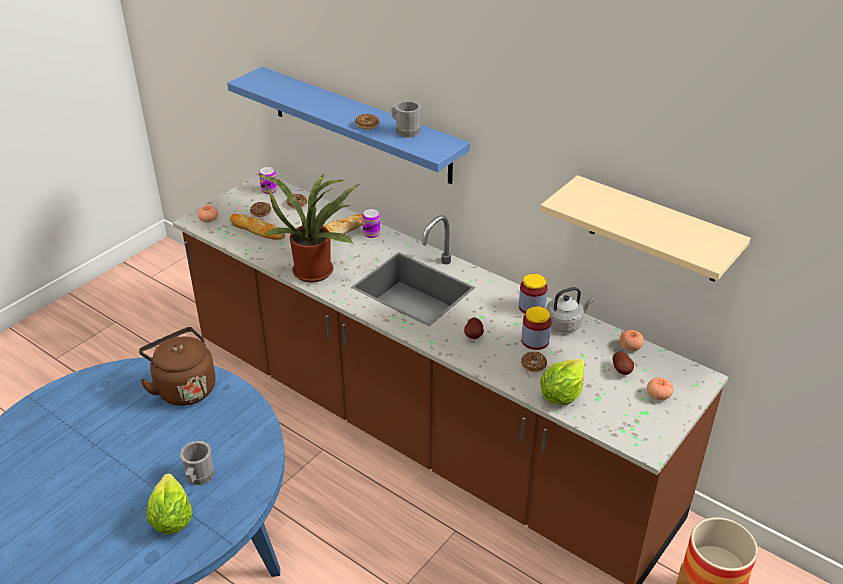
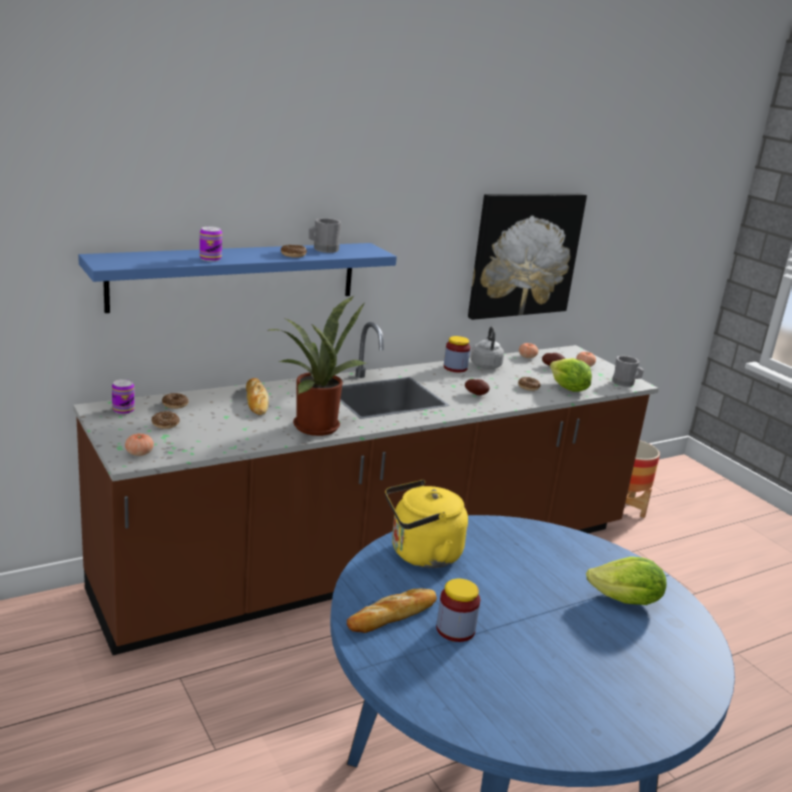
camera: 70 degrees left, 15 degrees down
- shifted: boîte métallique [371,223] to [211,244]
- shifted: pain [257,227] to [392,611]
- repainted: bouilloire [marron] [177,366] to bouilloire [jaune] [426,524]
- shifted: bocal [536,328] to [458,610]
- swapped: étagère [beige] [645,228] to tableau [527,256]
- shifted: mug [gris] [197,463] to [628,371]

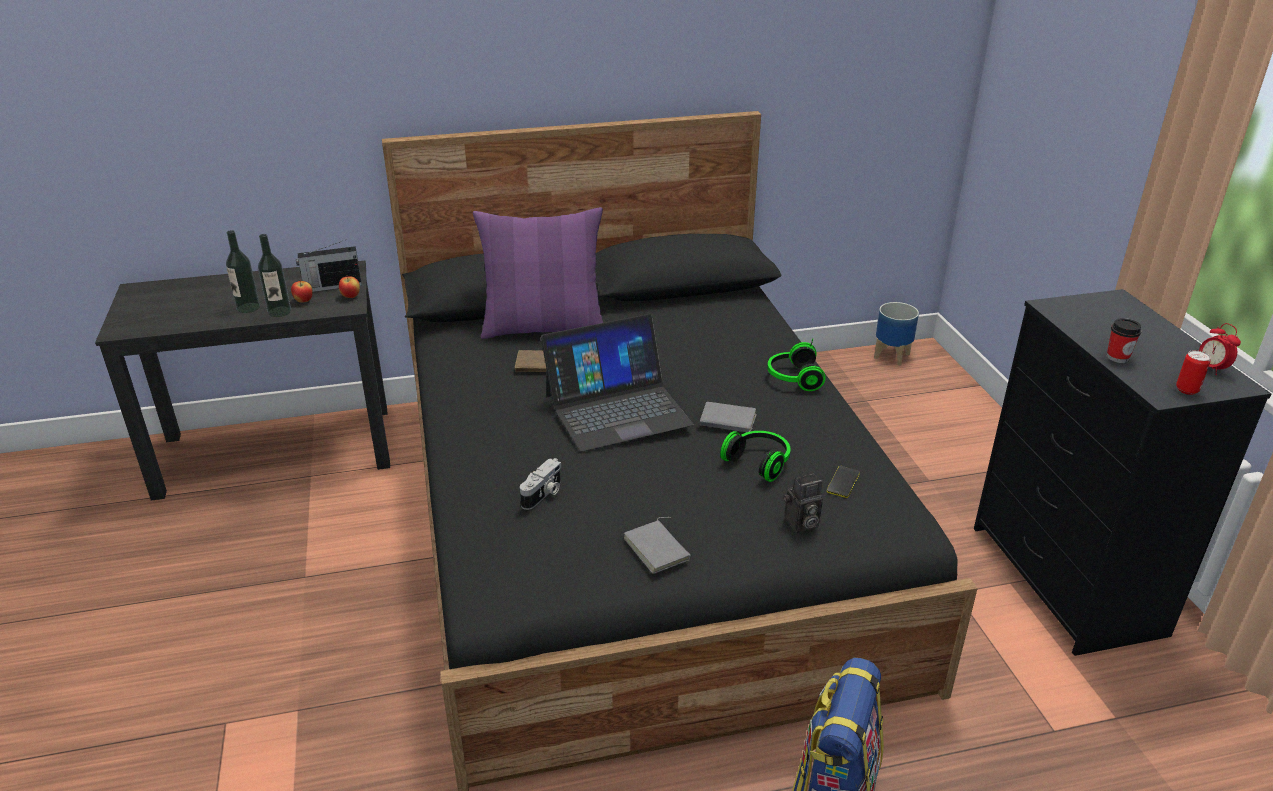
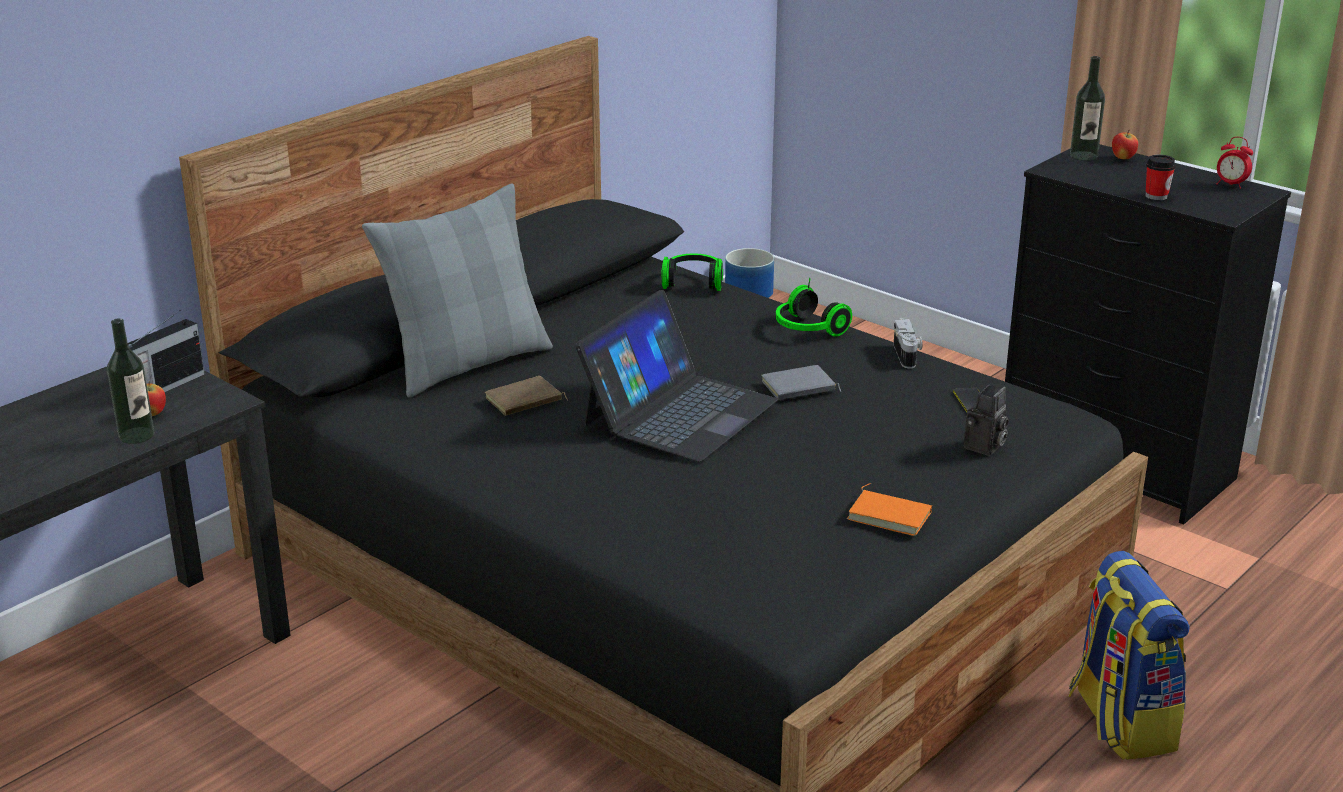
camera: 35 degrees left, 5 degrees down
- repainted: coussin [violet] [538,273] to coussin [gris] [457,290]
- shifted: casque audio [755,456] to [692,272]
- repainted: livre [gris] [657,545] to livre [orange] [889,509]
- shifted: appareil photo [540,484] to [908,343]
- shifted: bouteille [243,271] to [1087,108]
- shifted: pomme [349,287] to [1125,144]
- gone: boîte métallique [1193,372]

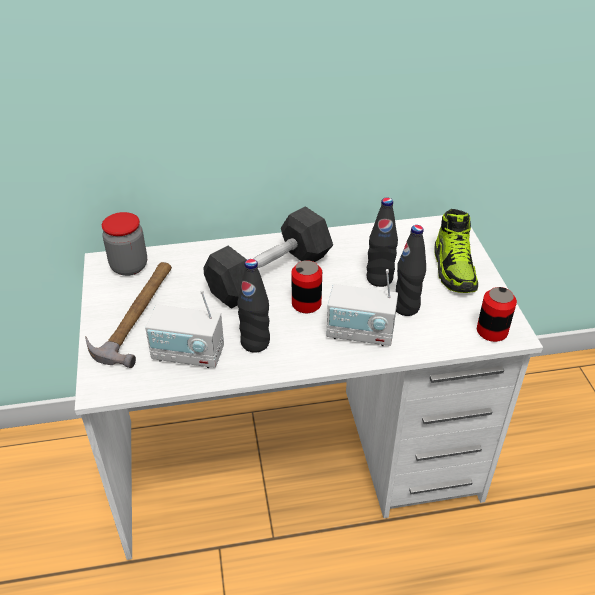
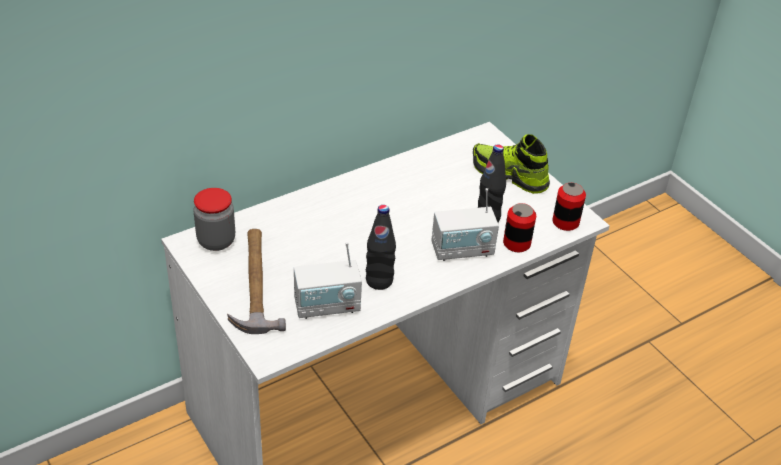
camera: 25 degrees left, 0 degrees up
- rotated: chaussure [456,251] = [511,164] 150 degrees clockwise
- shifted: boîte métallique [307,286] to [519,227]
- gone: haltère [gris] [268,257]
- gone: bouteille [noir] [382,242]

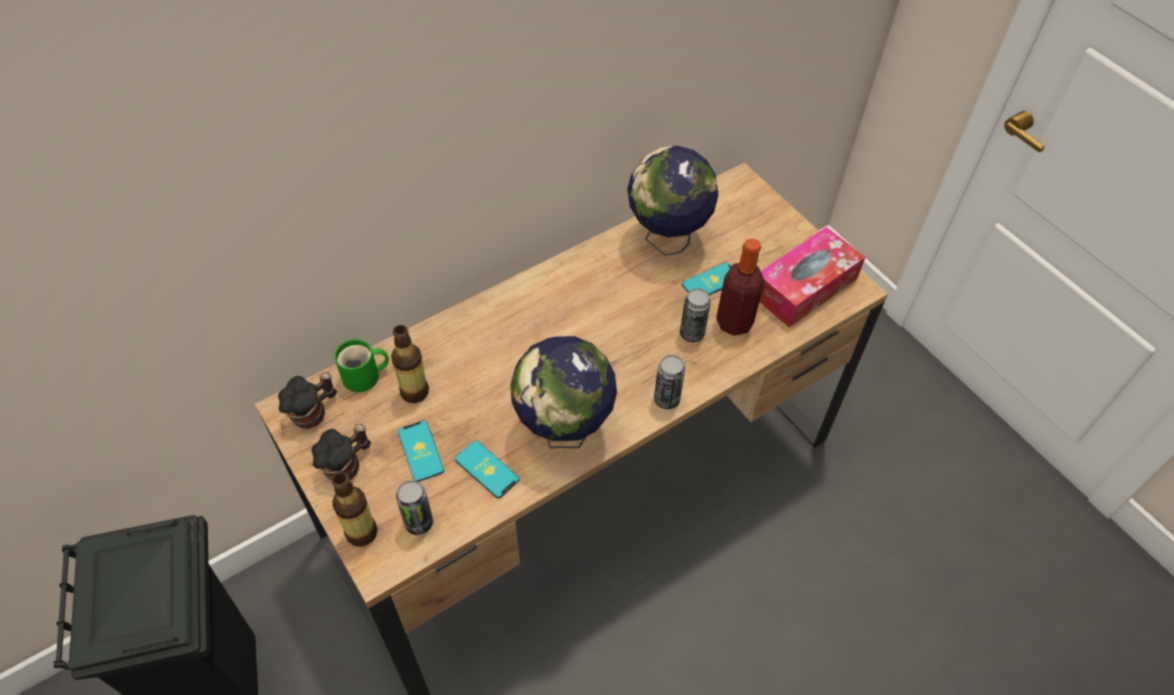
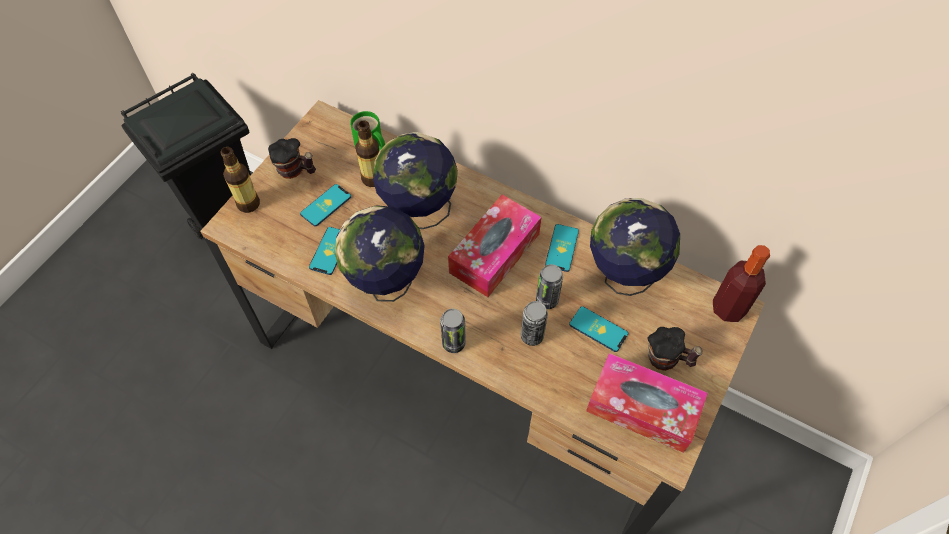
camera: 65 degrees right, 5 degrees up
- new: globe [415,180]
- new: boîte à mouchoirs [495,245]
- shifted: boîte métallique [414,507] to [549,286]
- new: téléphone [562,248]
- shifted: mug [307,401] to [675,349]
- shifted: bouteille [740,287] to [741,283]

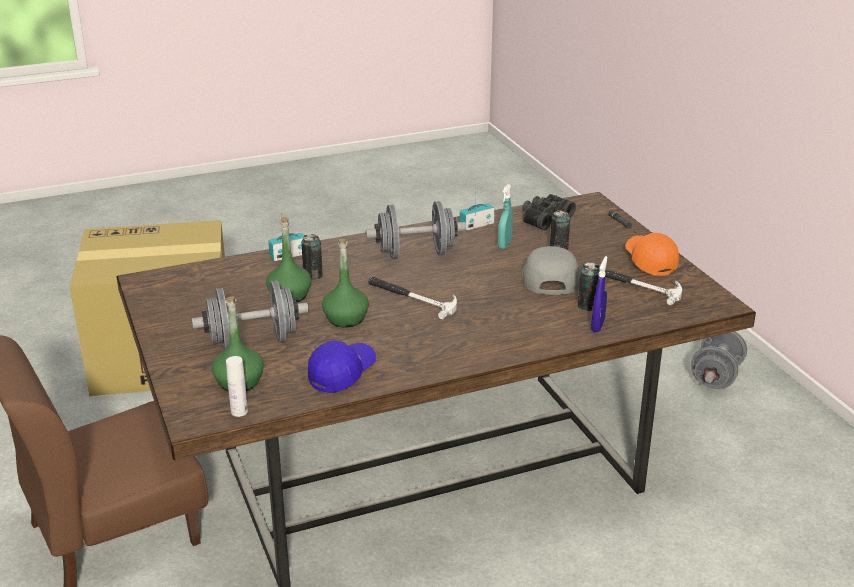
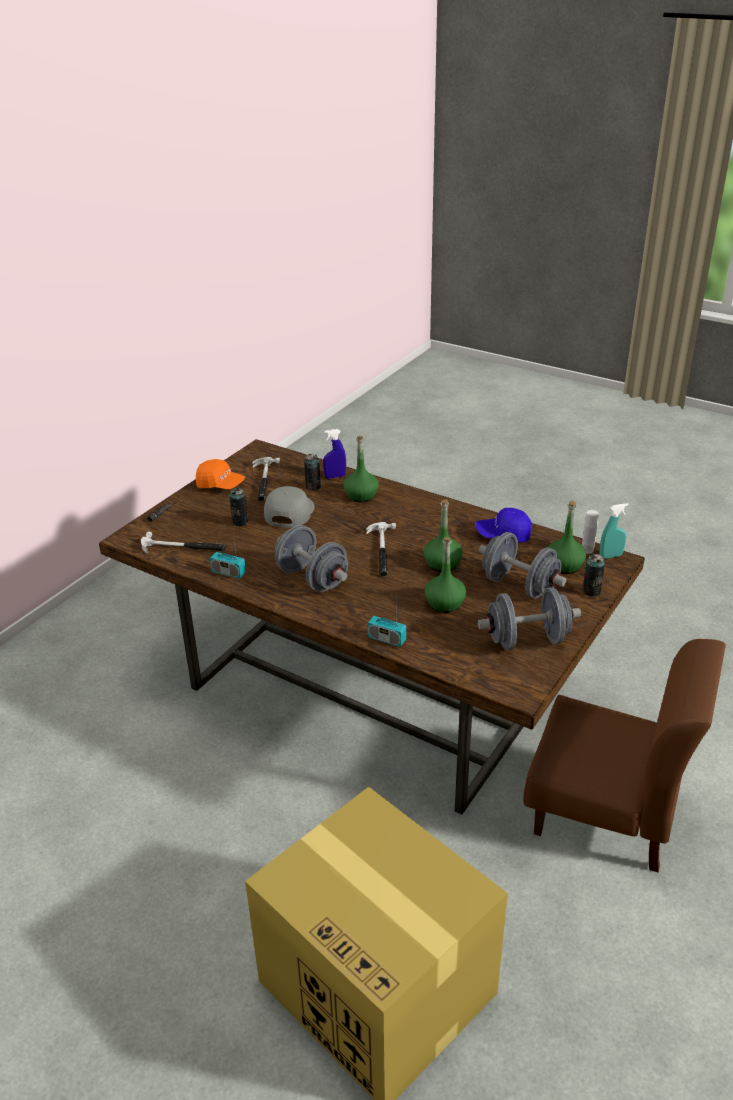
camera: 125 degrees left, 5 degrees up
- swapped: jumelles [noir] [549,212] to marteau [183,542]
- rotated: casquette [orange] [652,254] = [220,474] 105 degrees counterclockwise
- rotated: casquette [gris] [551,270] = [289,507] 135 degrees clockwise
- new: bouteille [vert] [361,469]
- shifted: haltère [gris] [718,360] to [529,619]
- shifted: boîte métallique [312,257] to [593,575]
- shifted: vaporisateur [turquoise] [505,216] to [614,531]

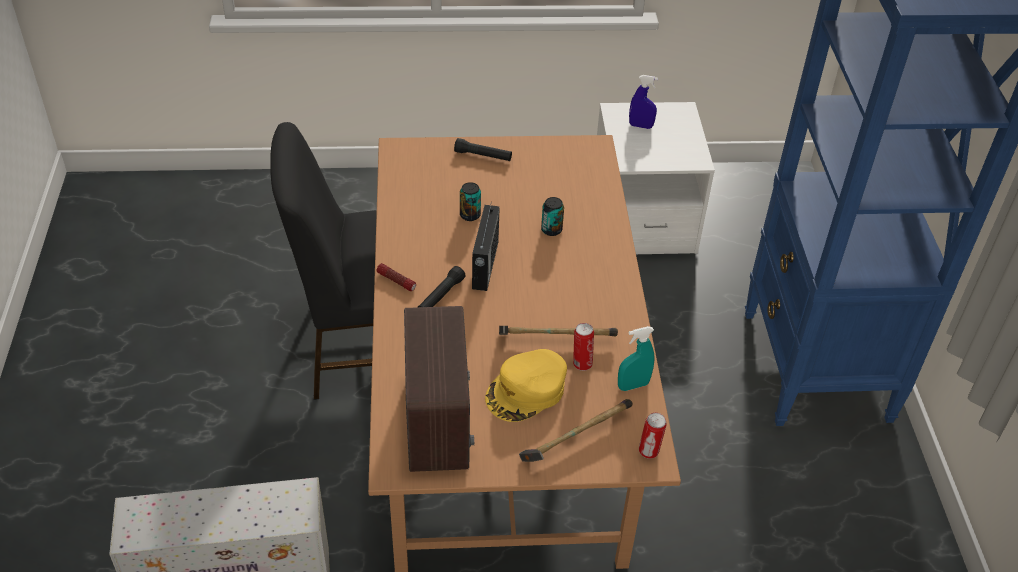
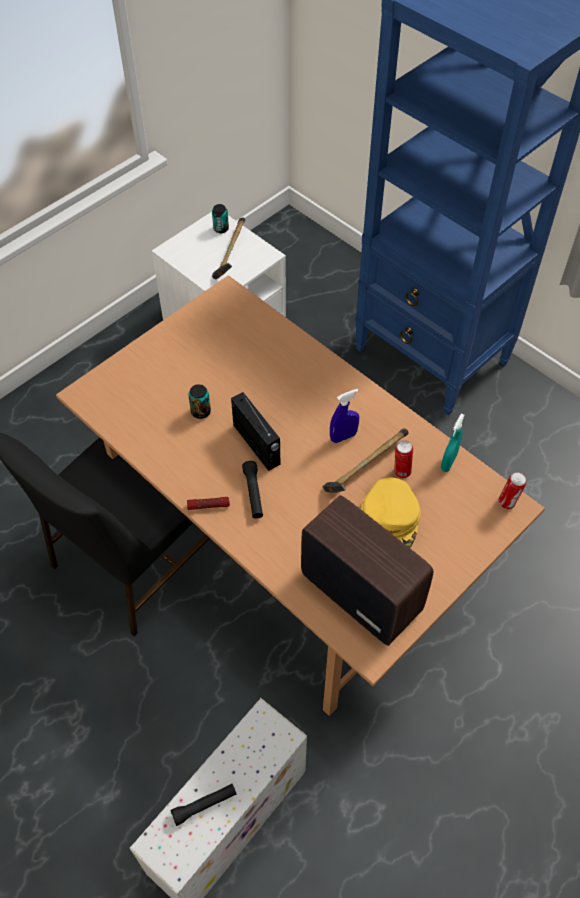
camera: 40 degrees left, 10 degrees up
- shifted: lampe de poche [noir] [483,149] to [203,805]
- shifted: boîte métallique [552,216] to [220,218]
- shifted: marteau [576,430] to [228,248]
- shifted: vaporisateur [bleu] [643,102] to [344,416]

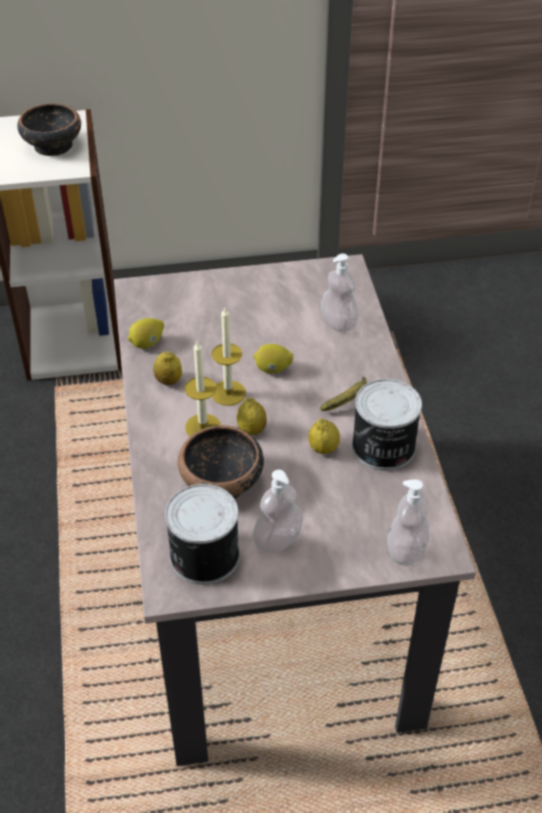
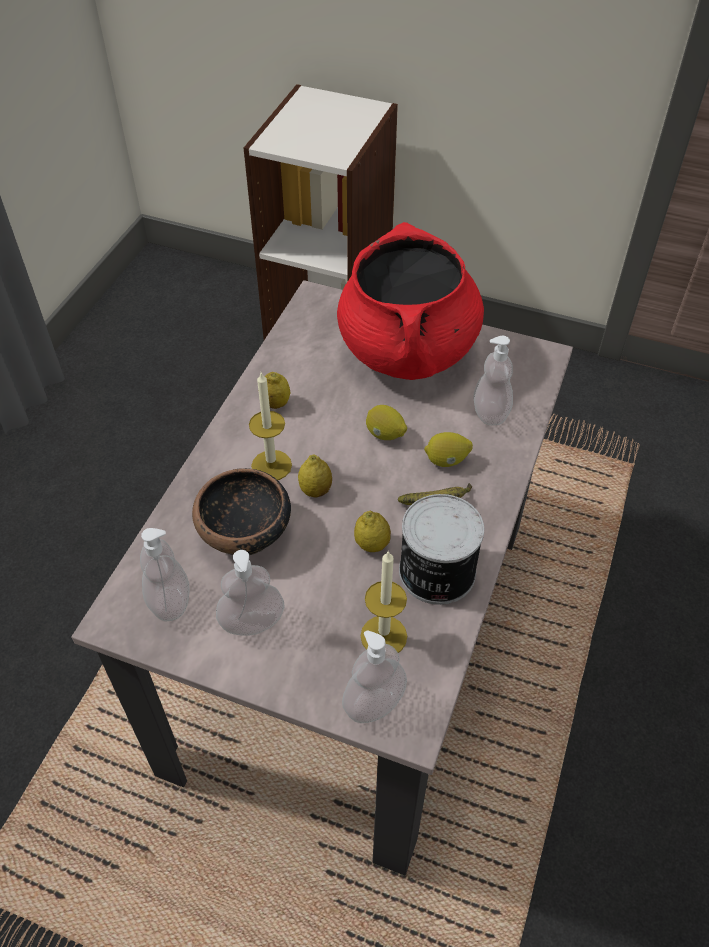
camera: 30 degrees right, 5 degrees up
- swapped: boîte métallique [202,534] to distributeur de savon [165,574]
- new: marmite [rouge] [410,301]
- shifted: bougie [228,356] to [384,602]
- shifted: citron [146,333] to [448,449]
- gone: bol [49,130]

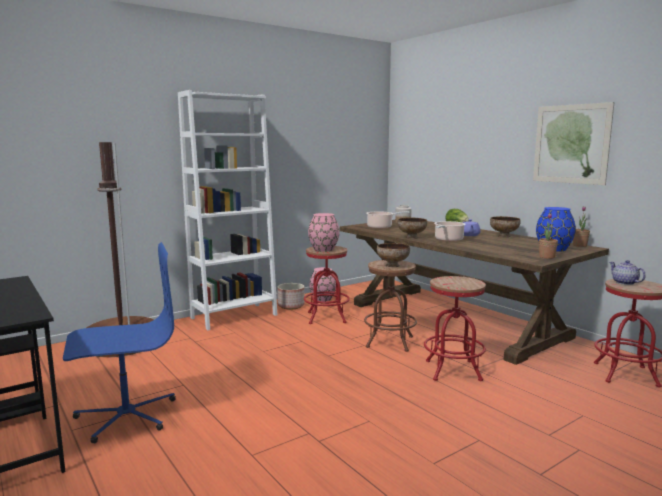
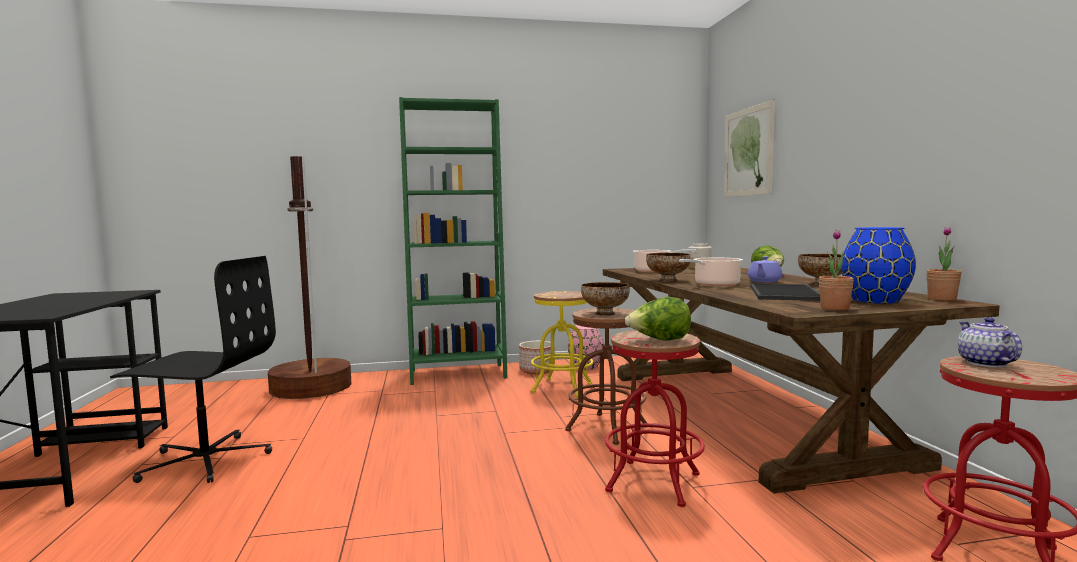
camera: 25 degrees right, 5 degrees down
- repainted: chaise de bureau [bleu] [119,343] to chaise de bureau [noir] [193,369]
- repainted: bibliothèque [blanc] [227,210] to bibliothèque [vert] [453,241]
- repainted: tabouret [rouge] [327,285] to tabouret [jaune] [562,344]
- new: laitue [658,319]
- shifted: tableau [573,143] to [749,148]
- new: plateau [785,292]
- gone: vase [rose] [324,232]

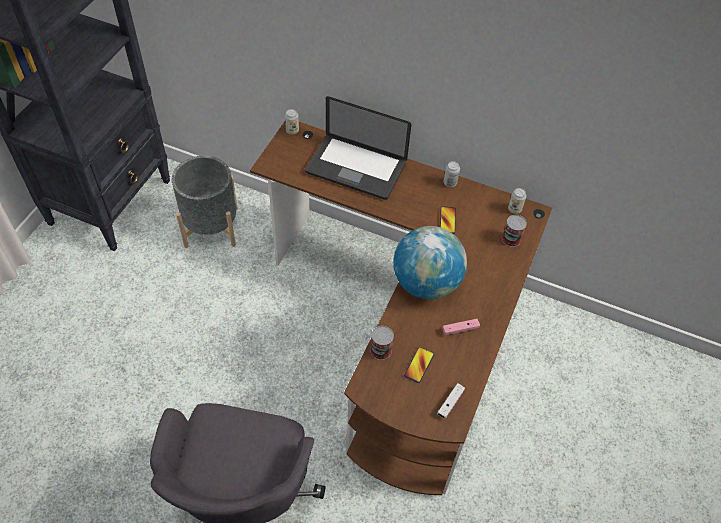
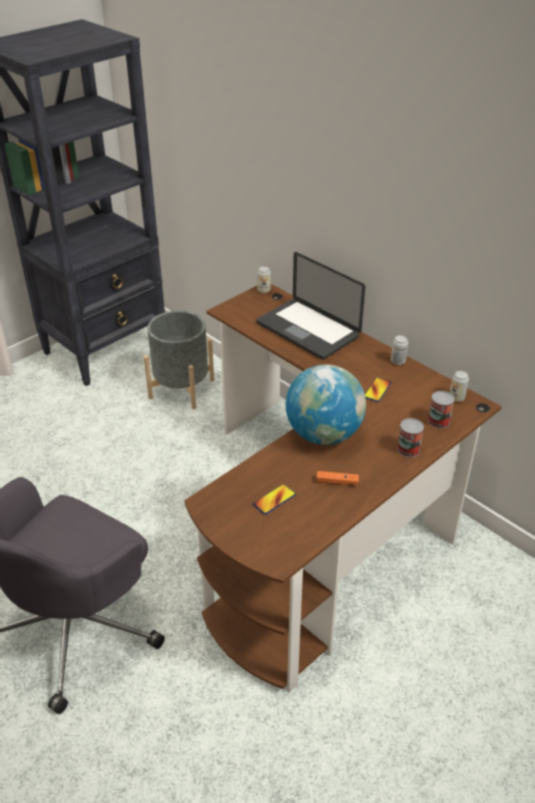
camera: 25 degrees right, 15 degrees down
- repainted: manette [rose] [461,327] to manette [orange] [338,478]
- shifted: boîte métallique [382,343] to [410,437]
- gone: manette [blanc] [451,401]

